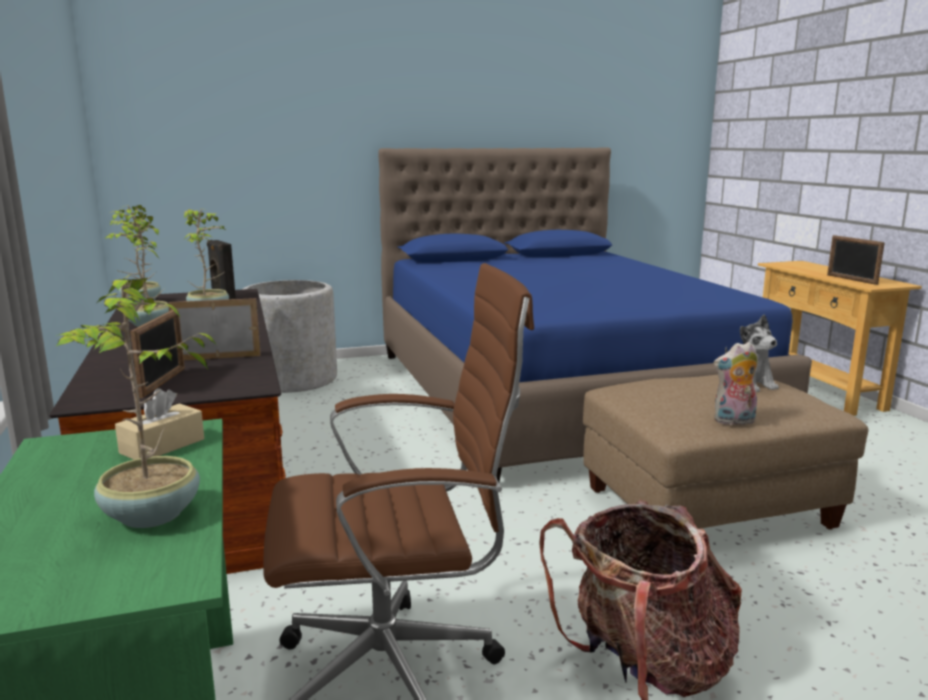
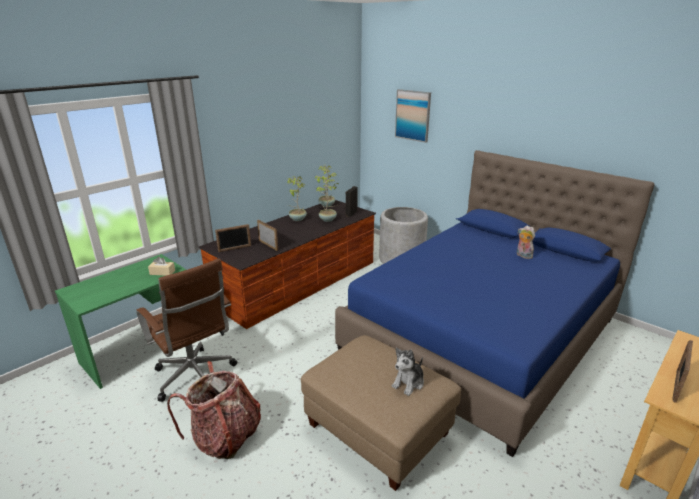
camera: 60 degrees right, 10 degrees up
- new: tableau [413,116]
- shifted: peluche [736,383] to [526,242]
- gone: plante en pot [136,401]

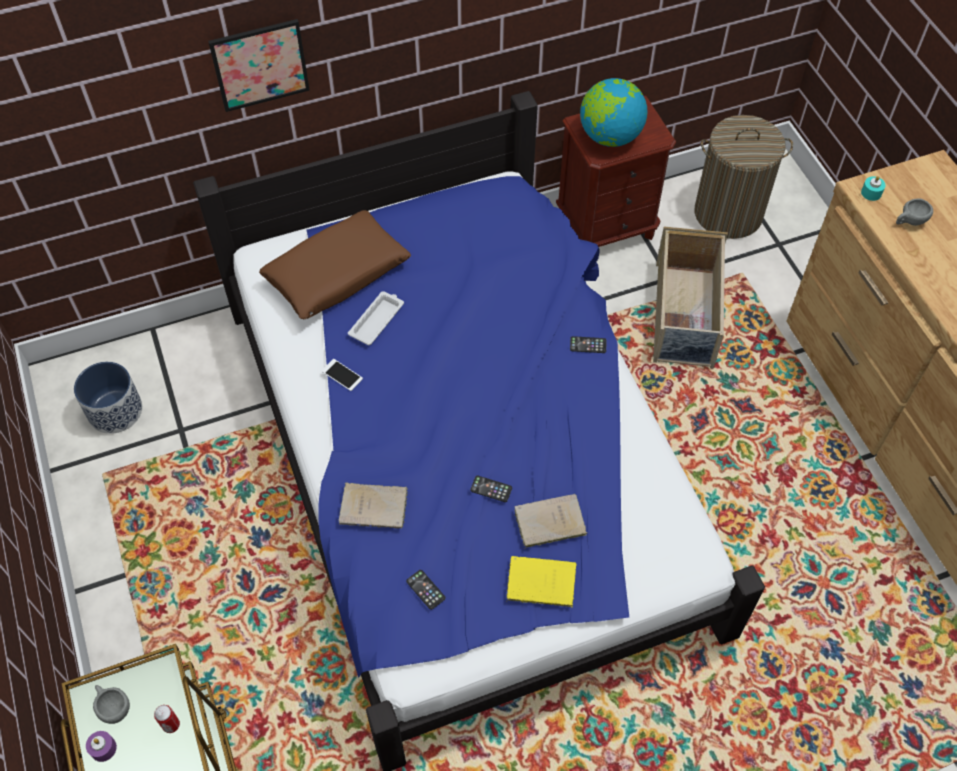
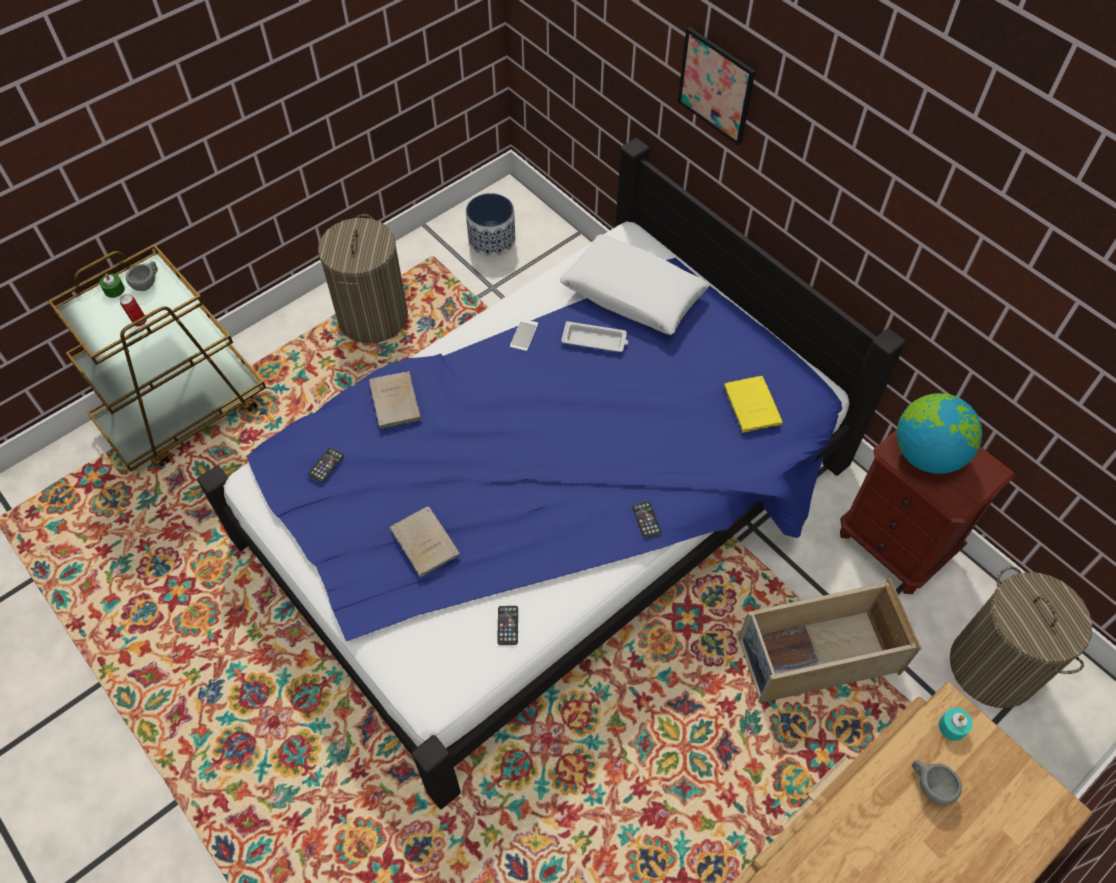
camera: 70 degrees right, 0 degrees up
- repainted: bougie [violet] [101,746] to bougie [vert] [112,285]
- new: panier à linge [363,278]
- shifted: téléphone [491,489] to [507,625]
- repainted: coussin [marron] [335,264] to coussin [blanc] [634,284]
- shifted: livre [jaune] [541,581] to [752,404]

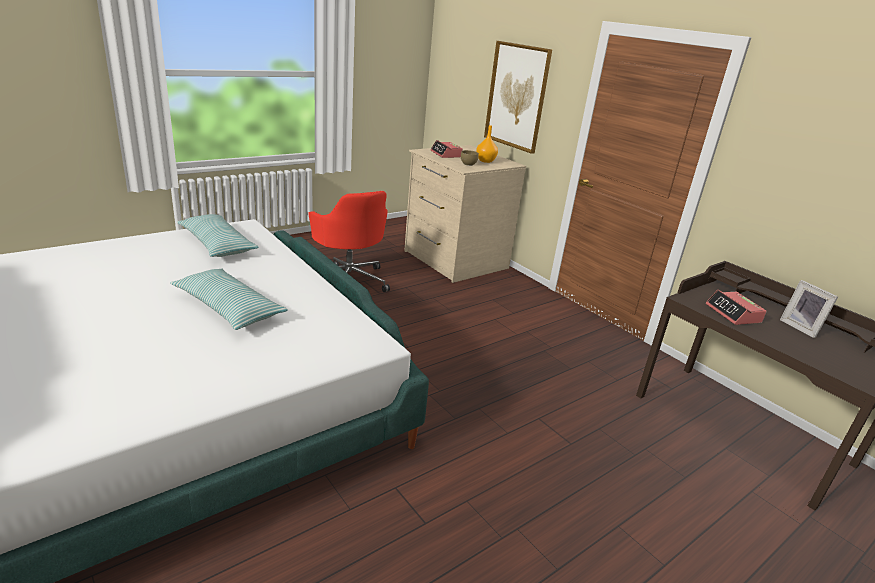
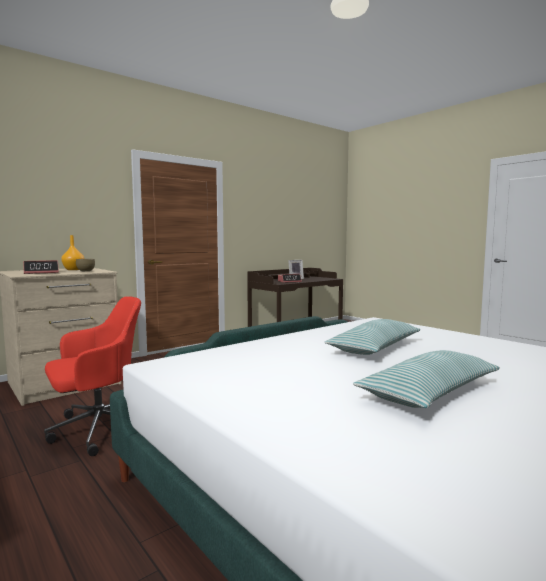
camera: 90 degrees left, 20 degrees down
- shifted: coussin [218,235] to [426,379]
- gone: tableau [518,97]

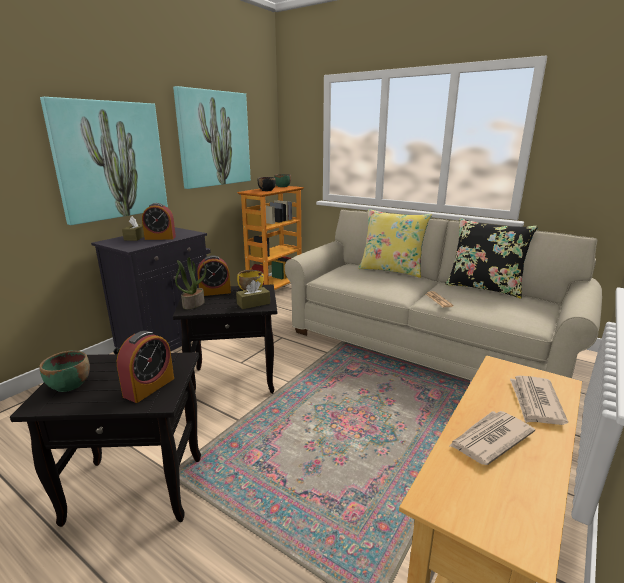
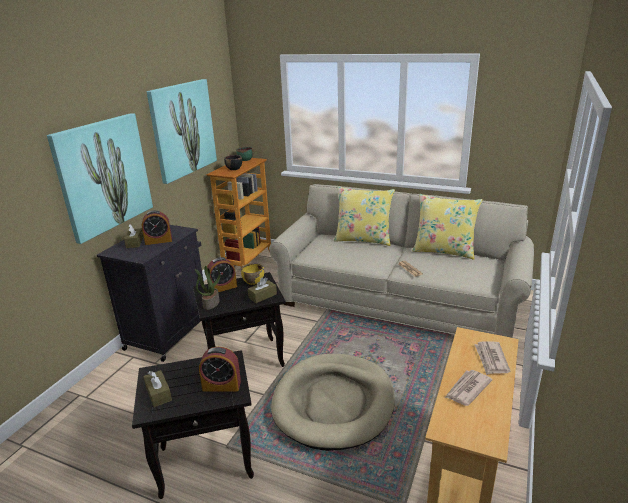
camera: 10 degrees left, 5 degrees up
- swapped: bol [vert] [65,371] to boîte à mouchoirs [marron] [157,388]
- rotated: réveil [145,367] = [220,369] 75 degrees clockwise
- new: panier pour chien [beige] [333,402]
- repainted: coussin [noir] [491,258] to coussin [jaune] [447,227]

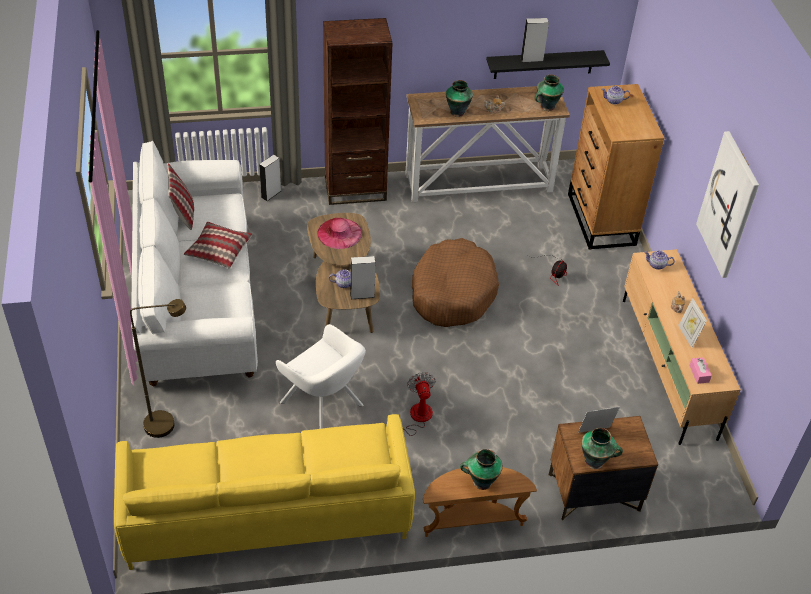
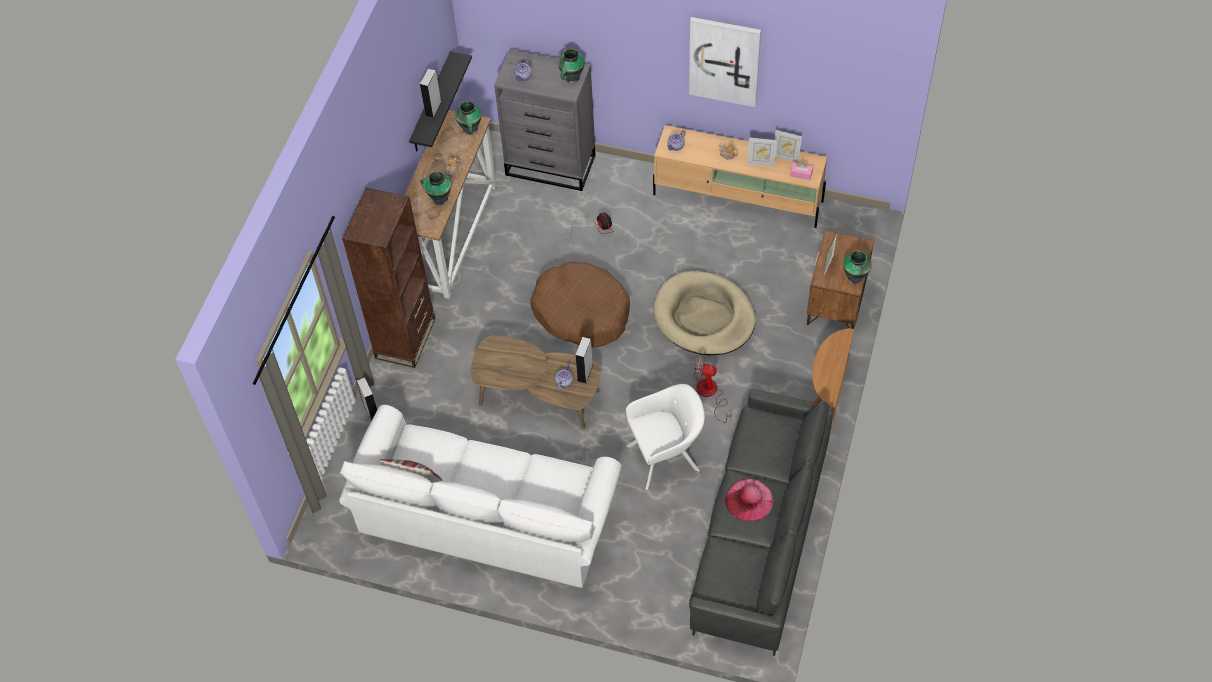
camera: 60 degrees left, 10 degrees up
- repainted: commode [marron] [616,167] to commode [gris] [545,120]
- shifted: vase [481,469] to [571,65]
- new: panier pour chien [beige] [704,313]
- repainted: canapé [jaune] [264,492] to canapé [gris] [761,522]
- shifted: chapeau [rose] [339,233] to [749,499]
- new: cadre photo [788,146]
- gone: lampadaire [marron] [158,368]
- gone: coussin [218,245]

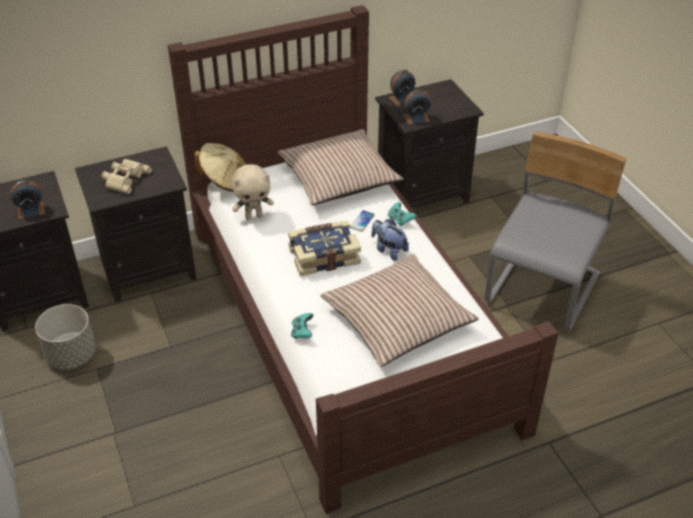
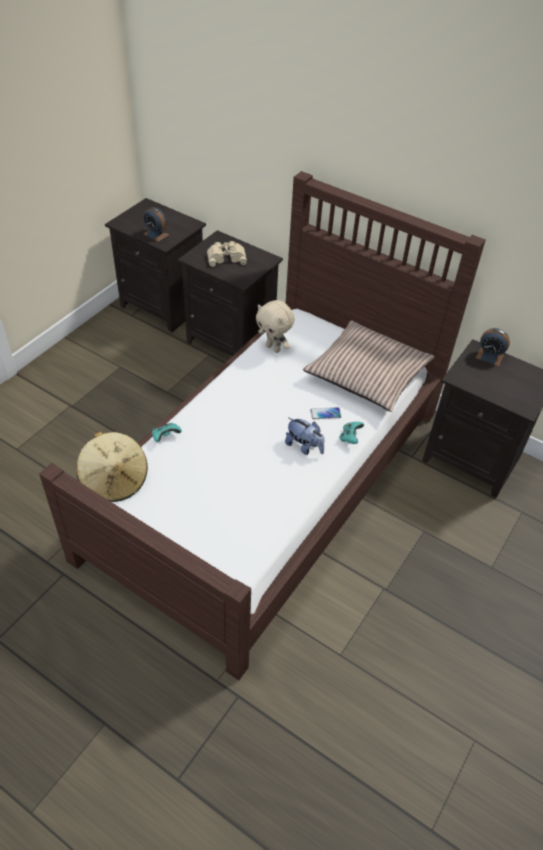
camera: 55 degrees right, 5 degrees up
- shifted: chapeau [beige] [220,167] to [112,467]
- rotated: peluche [390,240] = [304,436] 120 degrees clockwise
- gone: cache-pot [gris] [65,337]
- gone: livre [324,248]
- gone: coussin [400,310]
- gone: réveil [417,107]
- gone: chaise [gris] [555,232]

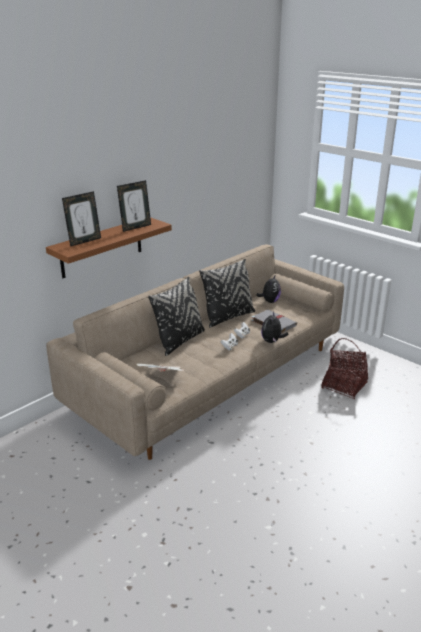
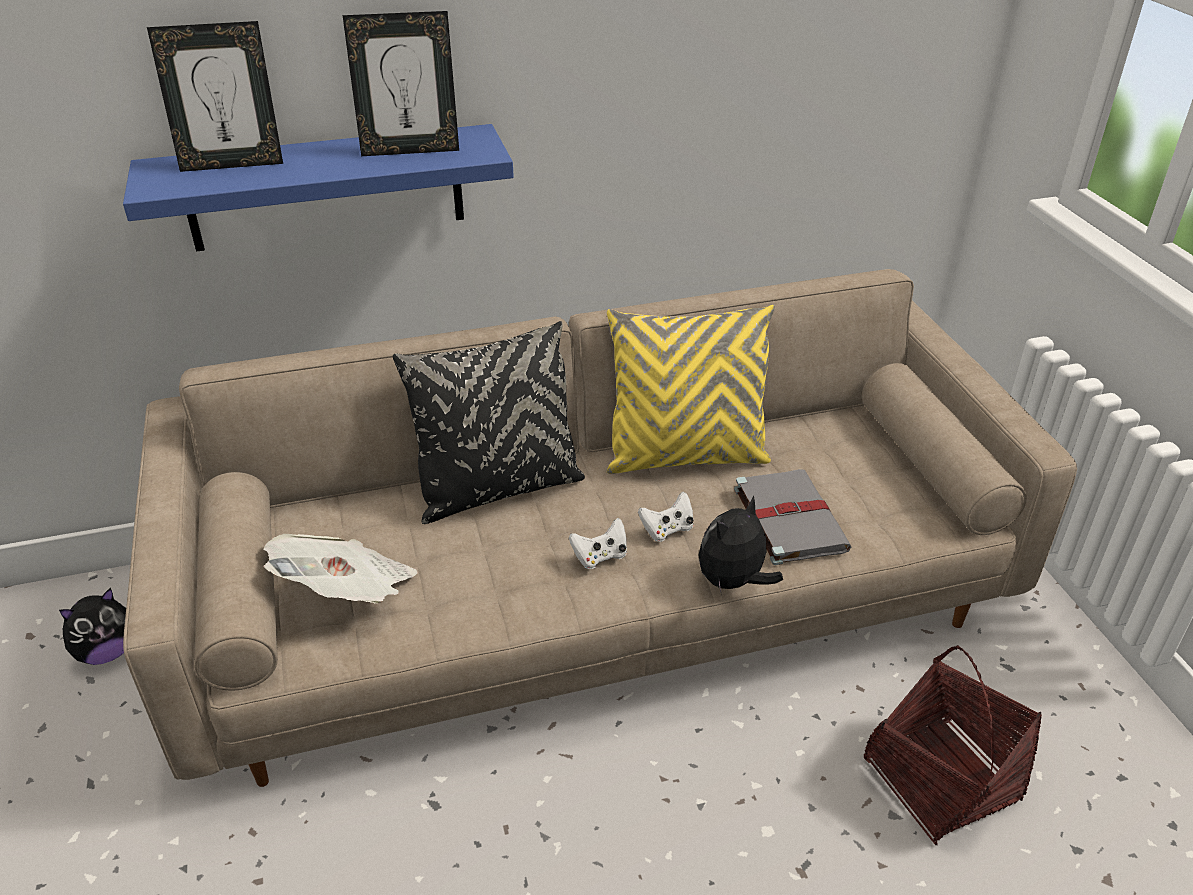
camera: 30 degrees right, 10 degrees up
- shifted: peluche [268,289] to [92,626]
- repainted: étagère [marron] [109,247] to étagère [bleu] [318,187]
- repainted: coussin [noir] [227,293] to coussin [jaune] [690,389]

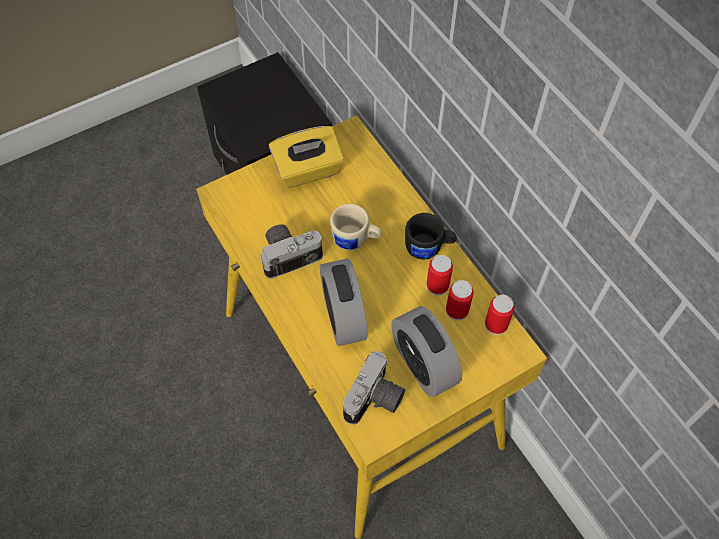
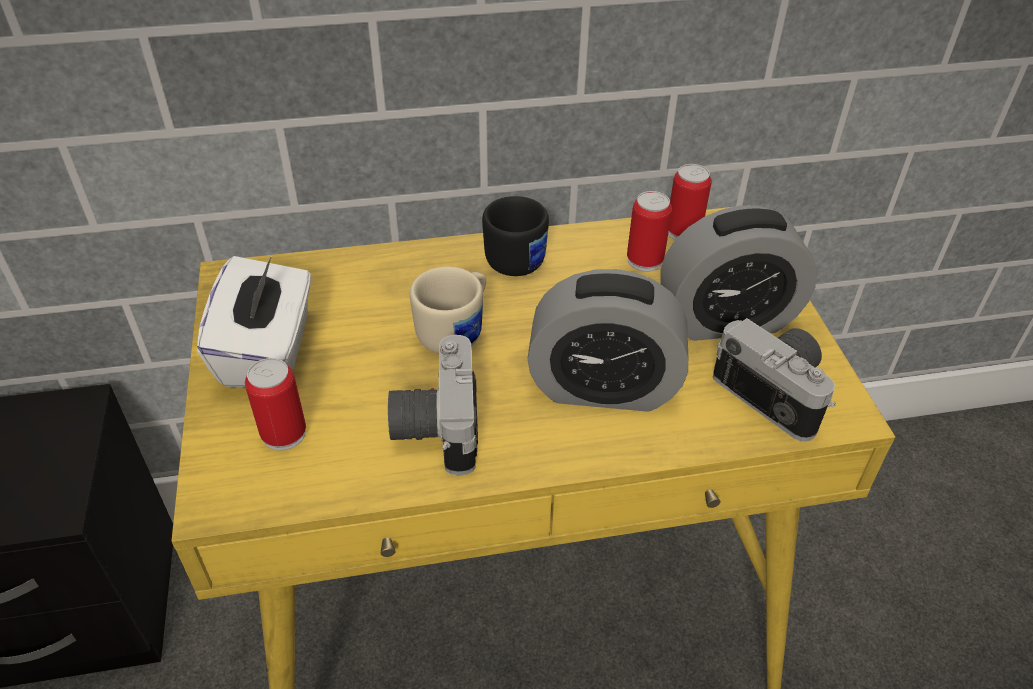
camera: 70 degrees left, 15 degrees down
- repainted: boîte à mouchoirs [jaune] [306,157] to boîte à mouchoirs [blanc] [254,321]
- shifted: boîte métallique [440,275] to [275,404]

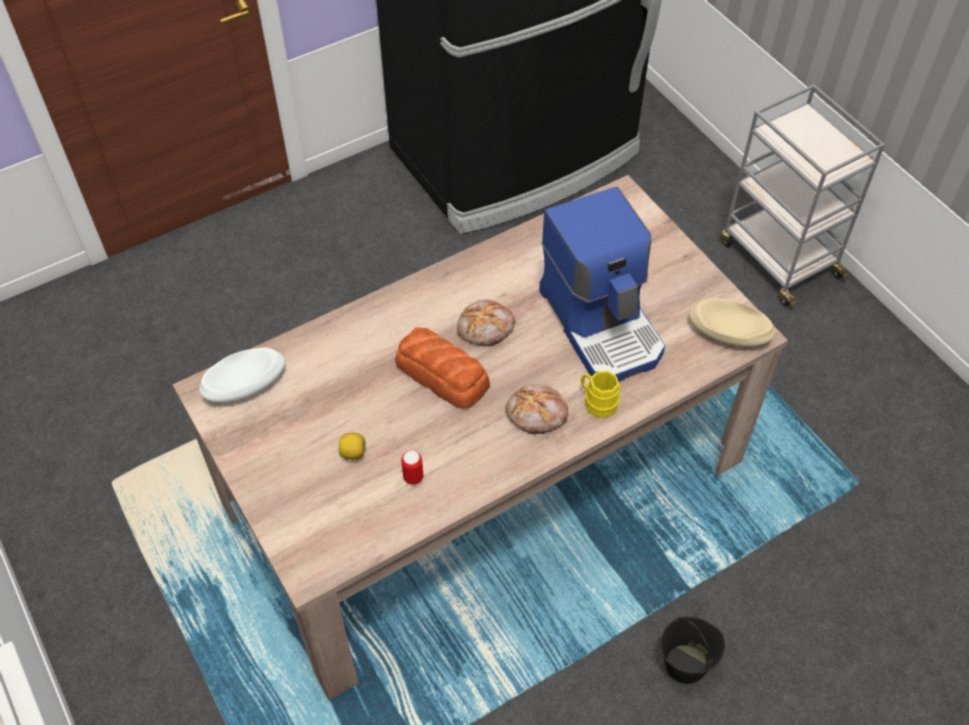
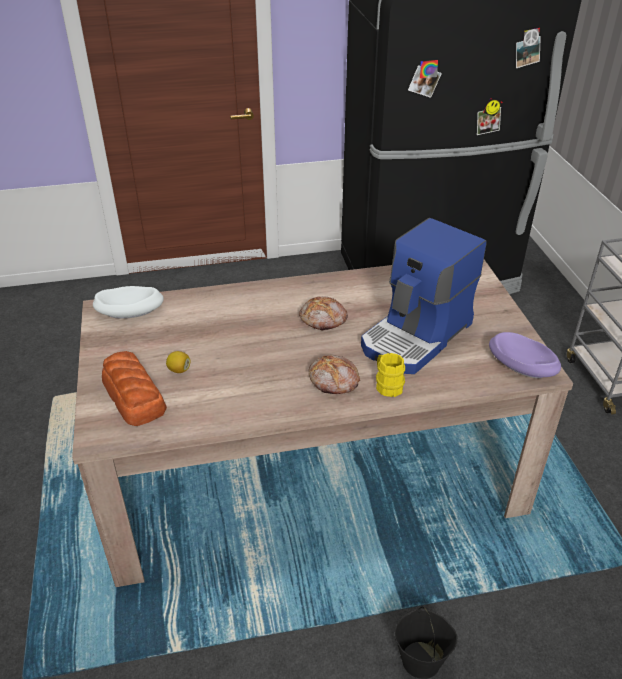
camera: 20 degrees right, 15 degrees down
- shifted: pain [442,368] to [134,388]
- rotated: machine à café [602,284] = [424,296] 45 degrees clockwise
- repainted: bol [beige] [732,322] to bol [violet] [525,355]
- gone: boîte métallique [412,467]

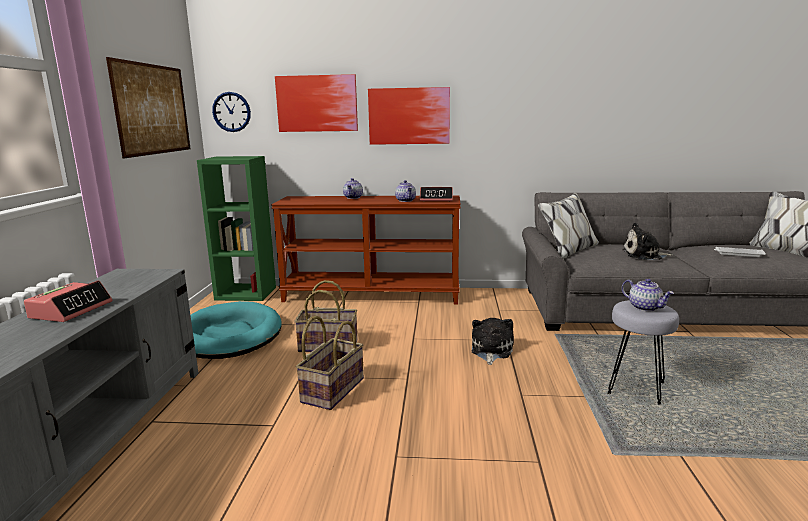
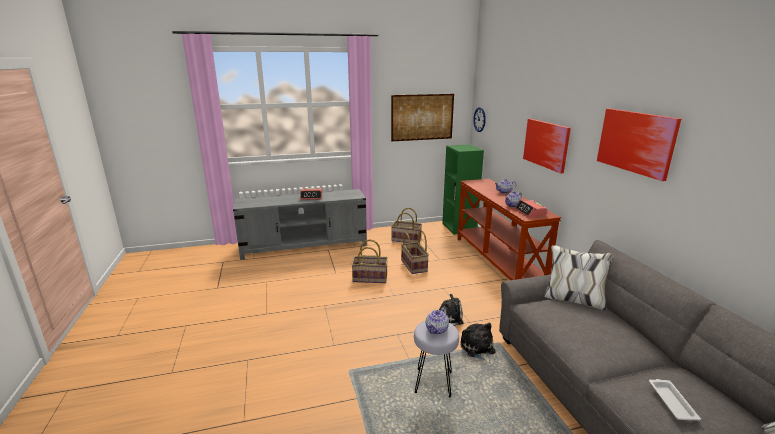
camera: 70 degrees right, 5 degrees up
- swapped: panier pour chien [turquoise] [236,330] to panier [406,225]
- shifted: peluche [647,241] to [478,343]
- shifted: tableau [316,103] to [639,144]

